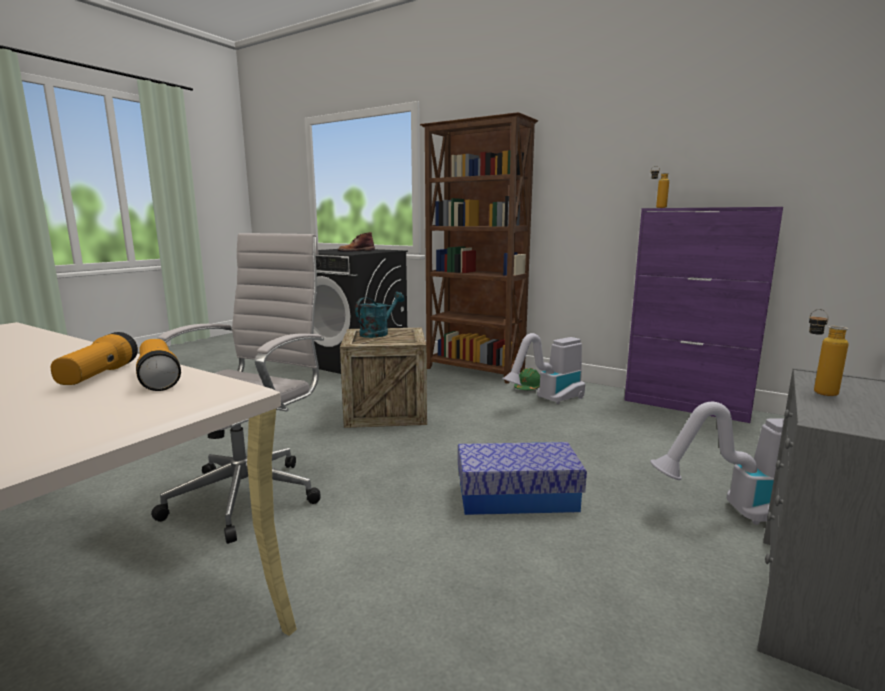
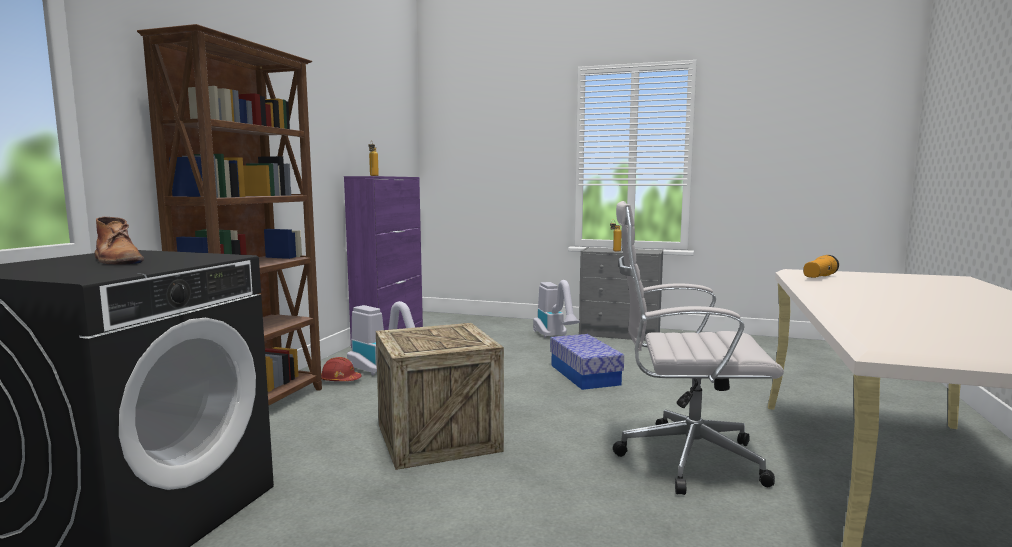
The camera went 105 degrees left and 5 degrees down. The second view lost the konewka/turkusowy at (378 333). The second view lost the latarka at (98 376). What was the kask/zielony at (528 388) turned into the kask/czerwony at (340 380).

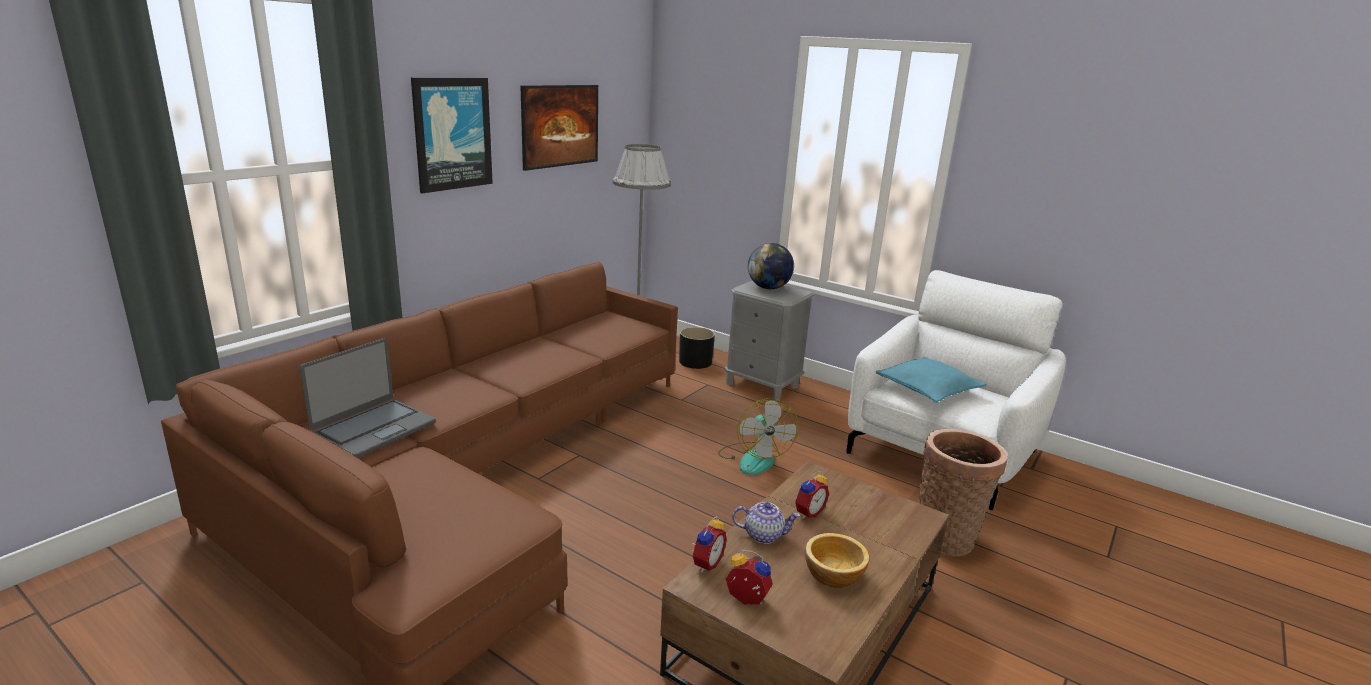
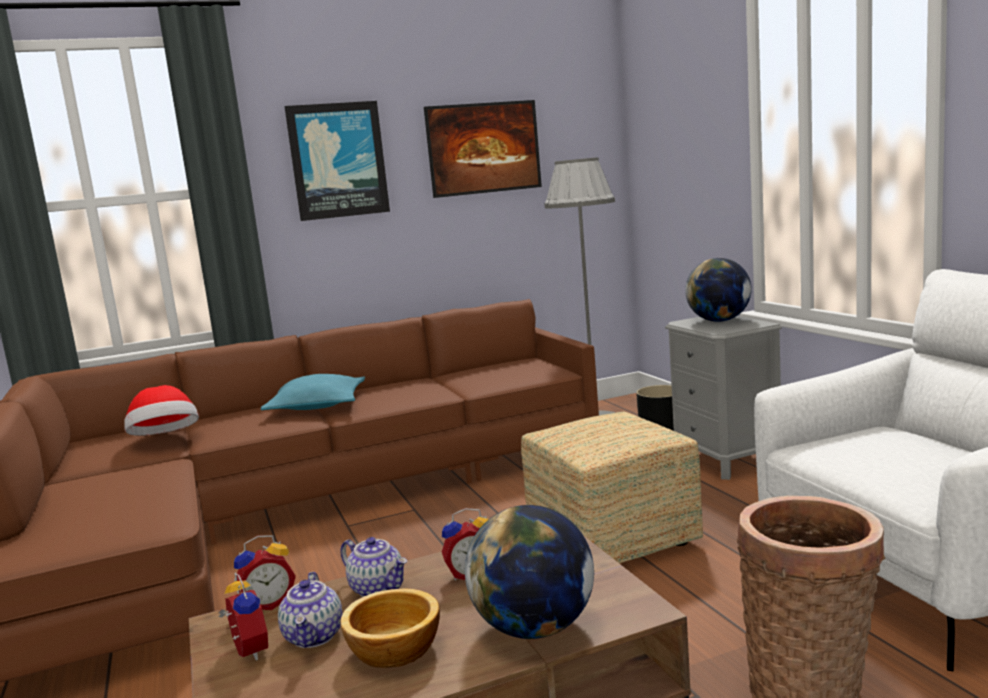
The camera went 35 degrees right and 10 degrees down. Where the laptop stood at (373 429), the kapelusz came to stand at (165 439). The poduszka/turkusowy ended up elsewhere, having gone from (928 389) to (317 406). Where the wentylator stood at (754 458), the pufa came to stand at (614 539). The second view gained the globus at (535 628). The second view gained the imbryk at (314 636).

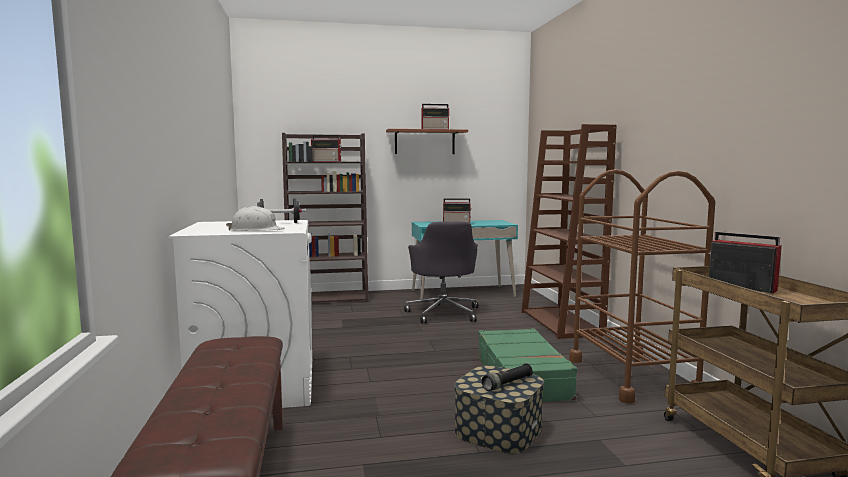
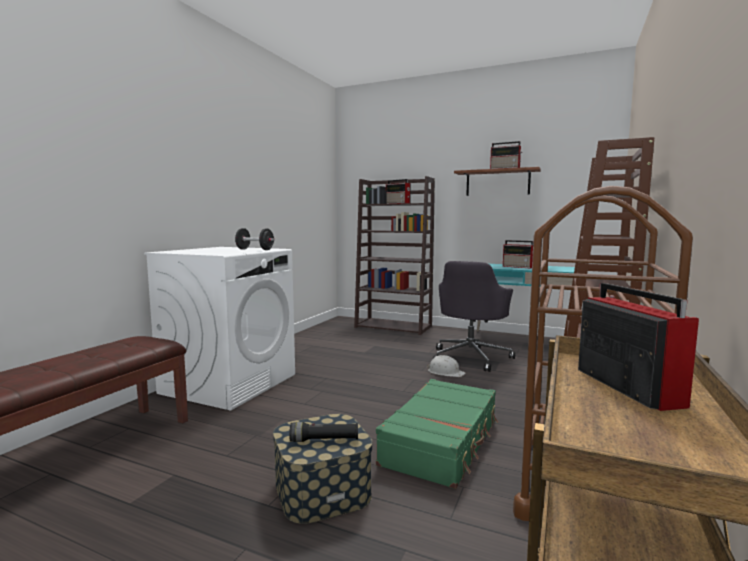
The camera went 35 degrees right and 0 degrees up. The kask/biały ended up elsewhere, having gone from (256 230) to (445 372).

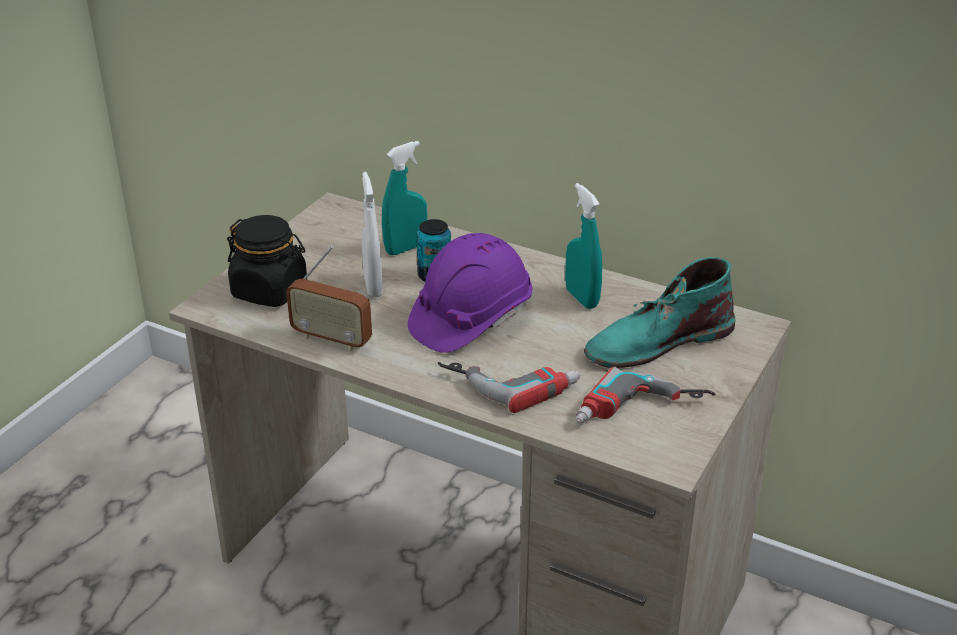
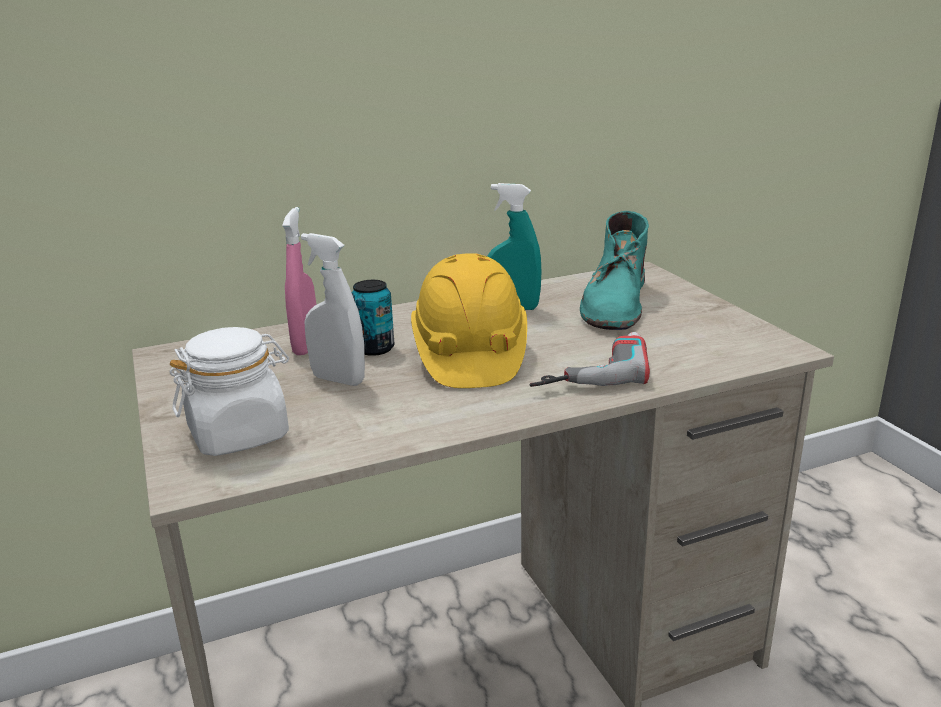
The camera went 50 degrees left and 10 degrees down. What was the spryskiwacz/turkusowy at (405 248) turned into the spryskiwacz/różowy at (306 346). What was the słoik/czarny at (270 291) turned into the słoik/biały at (239 434). What was the kask/fioletowy at (470 318) turned into the kask/żółty at (469 355). The second view lost the radio at (332 339). The second view lost the wiertarka at (642 414).

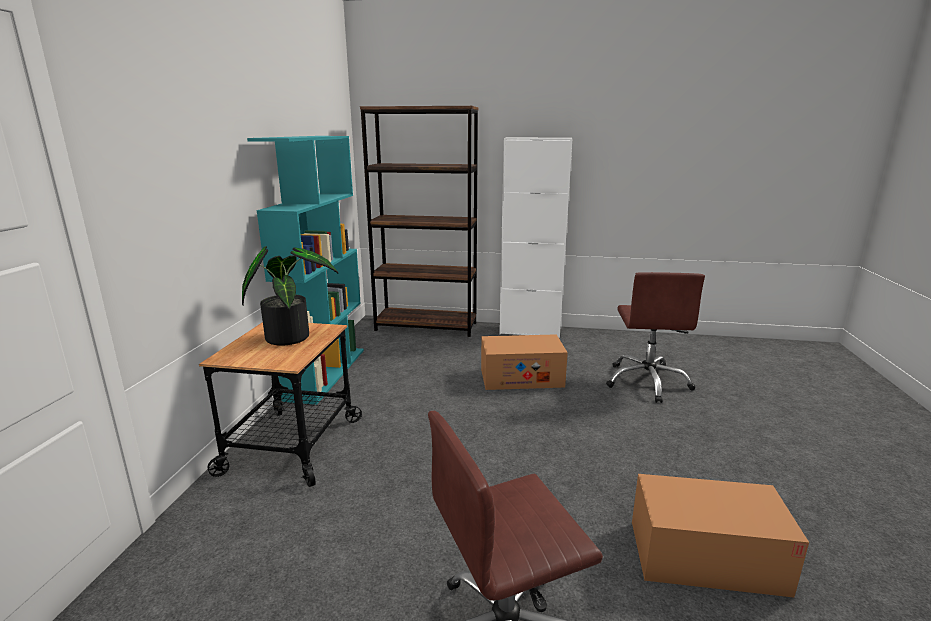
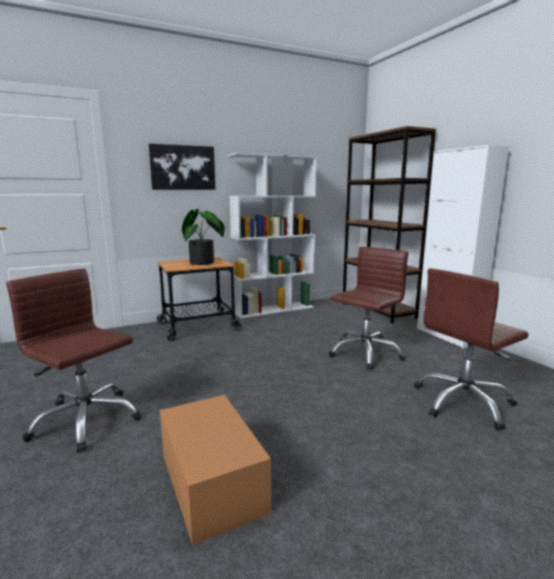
The camera went 55 degrees right and 5 degrees down. What was the regał/turkusowy at (326 373) turned into the regał/biały at (274 309). Where the karton stood at (521 377), the krzesło biurowe/brązowy came to stand at (364 353). The second view gained the obraz at (183 167).

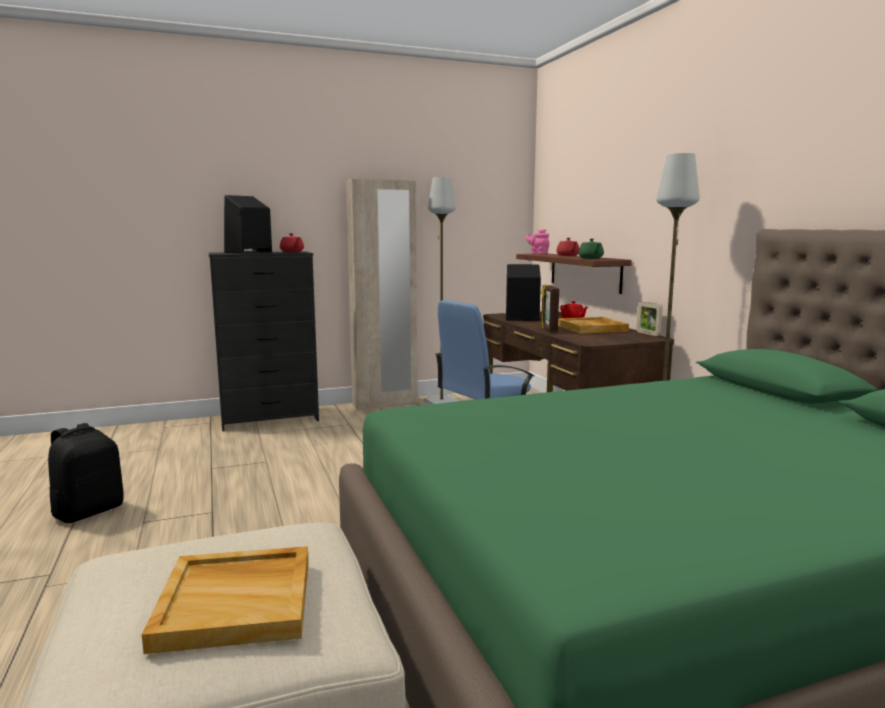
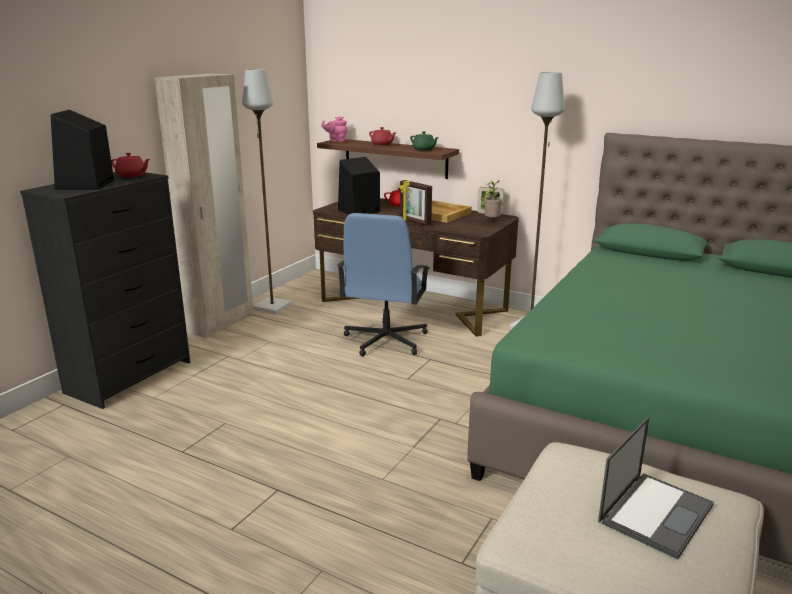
The camera went 40 degrees left and 10 degrees up. The second view lost the plecak/czarny at (89 511). Where the taca/beżowy stood at (237 601), the laptop came to stand at (656 512). The second view gained the roślina doniczkowa at (491 221).

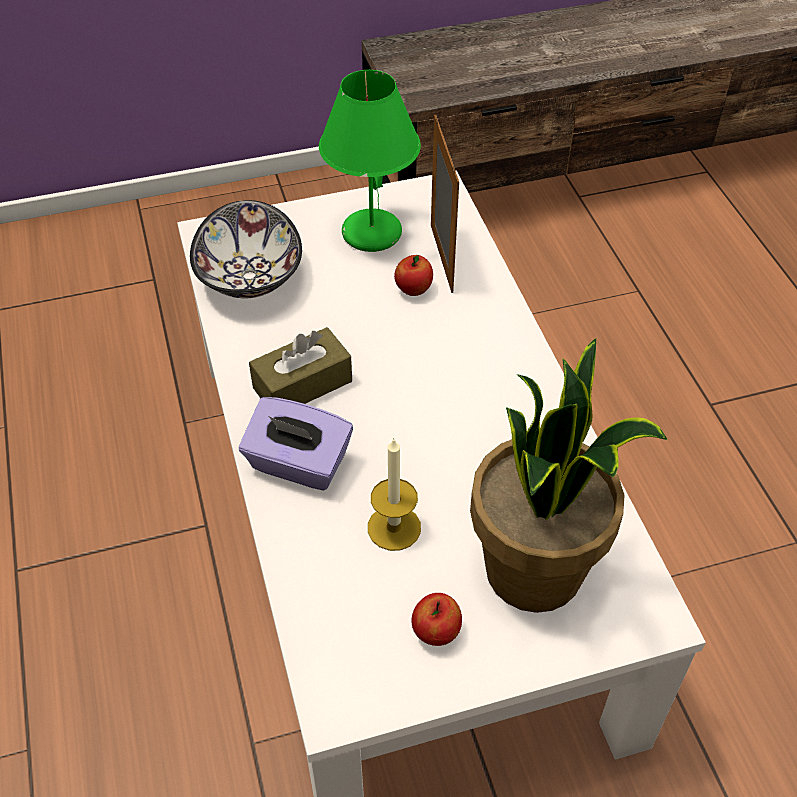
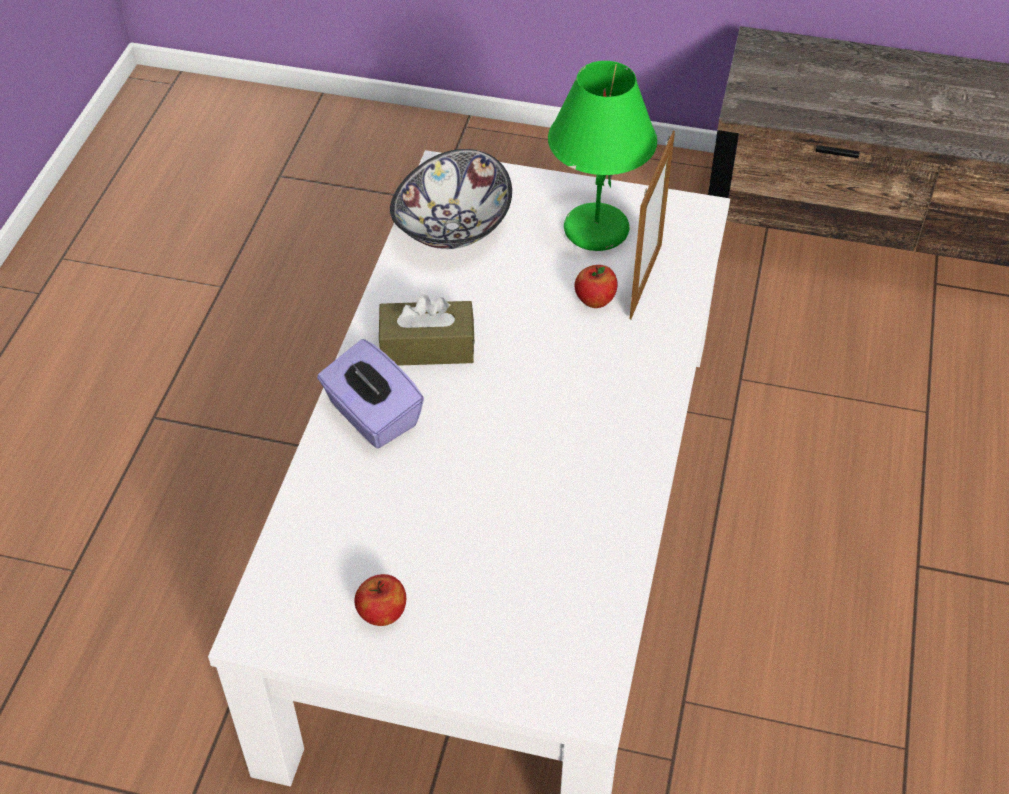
The camera went 30 degrees right and 0 degrees up. The second view lost the roślina doniczkowa at (536 571). The second view lost the świeca at (394 527).

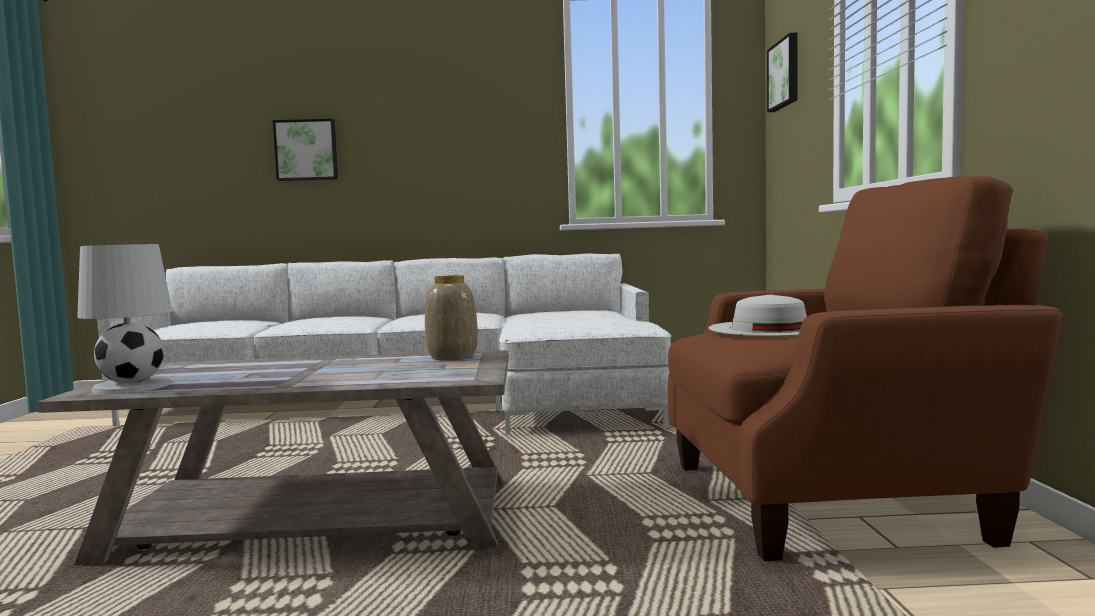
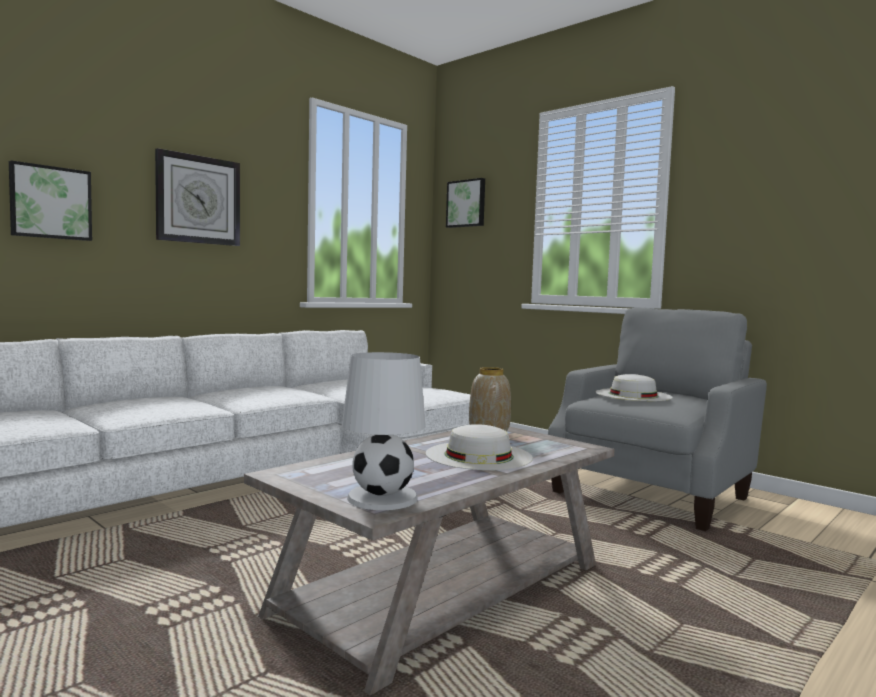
The camera went 45 degrees left and 0 degrees up. What was the fotel/brązowy at (830 501) turned into the fotel/szary at (653 494). The second view gained the zegar ścienny at (198 200). The second view gained the kapelusz/biały at (478 455).

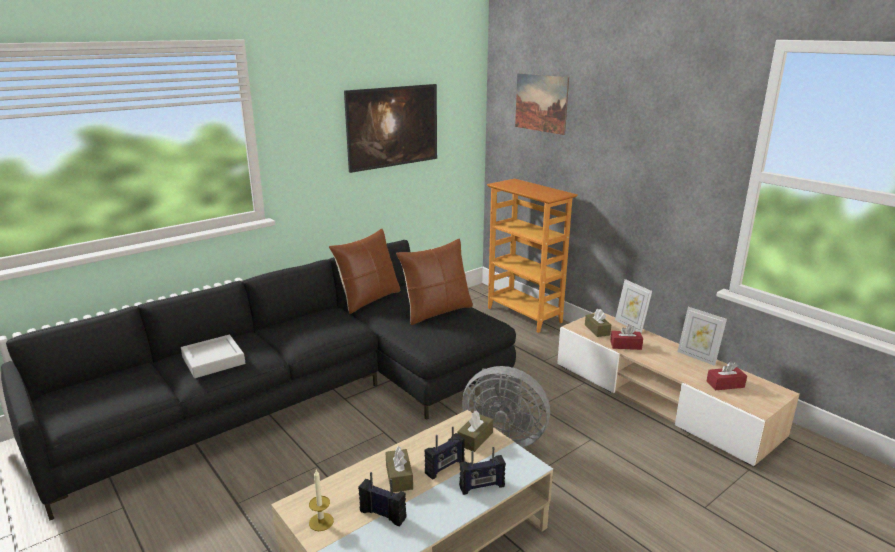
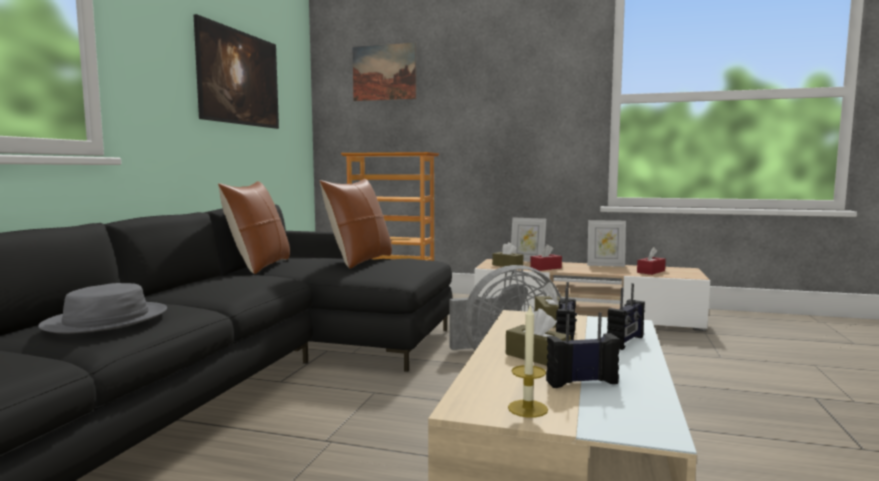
The camera went 35 degrees left and 15 degrees down. Where the taca/szary stood at (213 360), the kapelusz/szary came to stand at (107 320).

